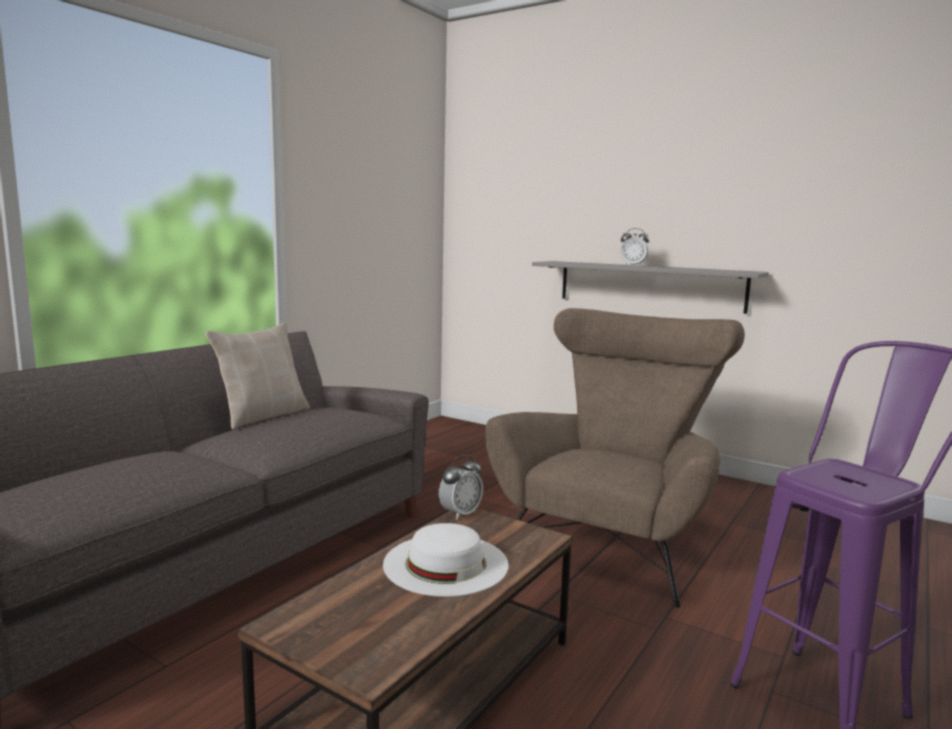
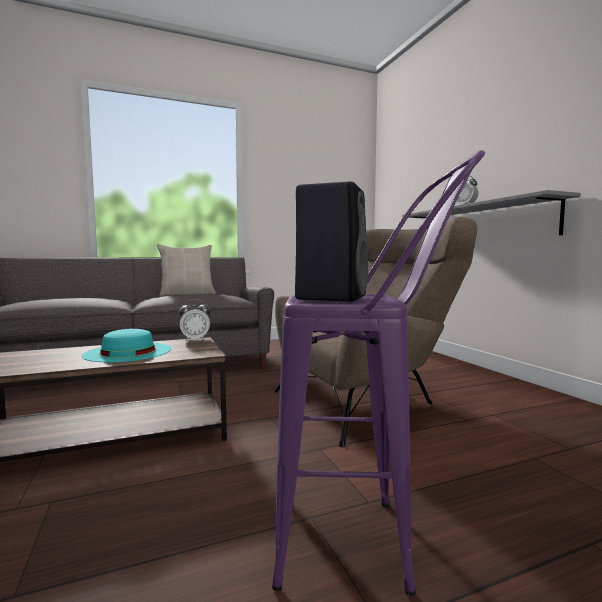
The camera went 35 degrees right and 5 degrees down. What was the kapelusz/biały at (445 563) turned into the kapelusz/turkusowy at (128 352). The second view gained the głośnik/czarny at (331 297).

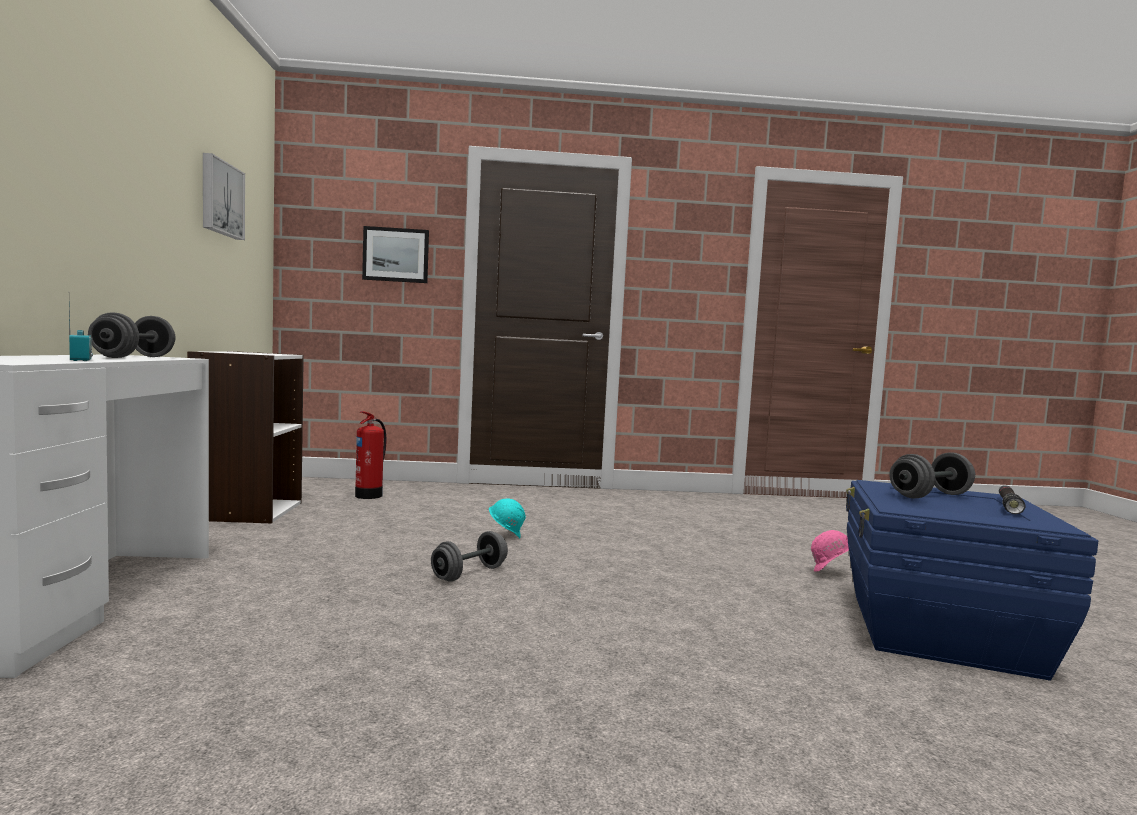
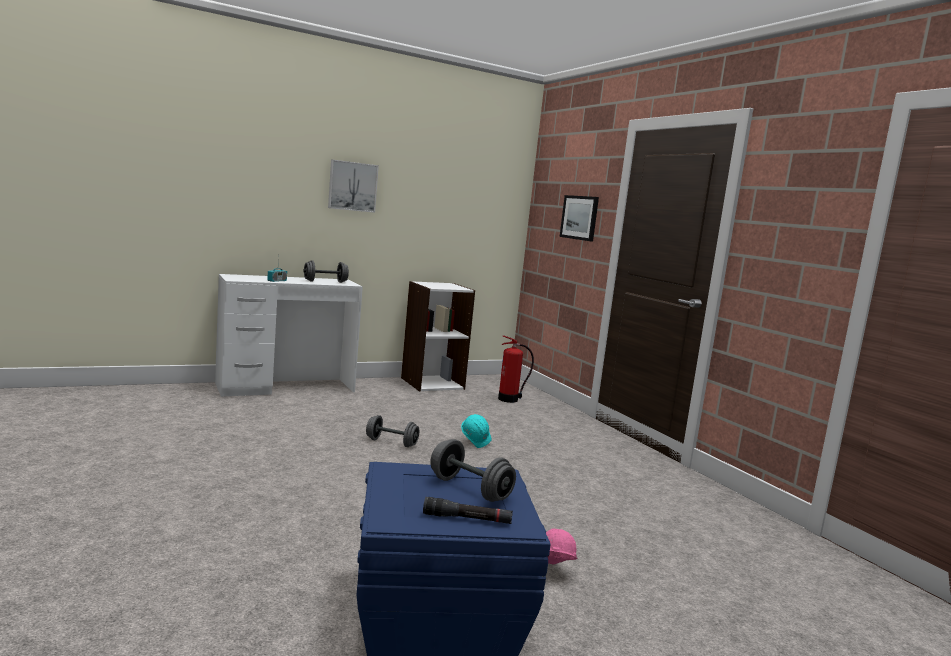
The camera went 65 degrees right and 5 degrees up. The obraz ended up elsewhere, having gone from (220 198) to (352 186).

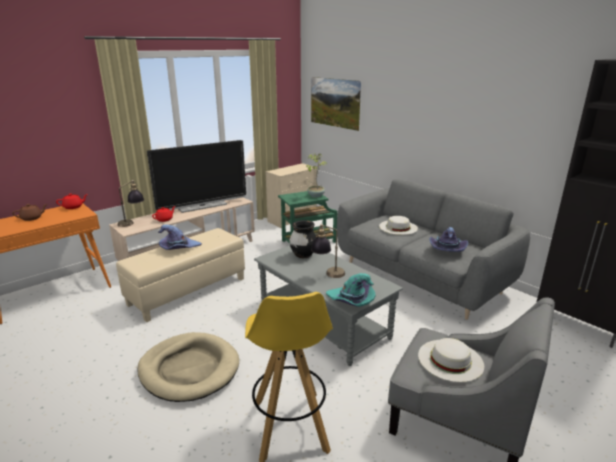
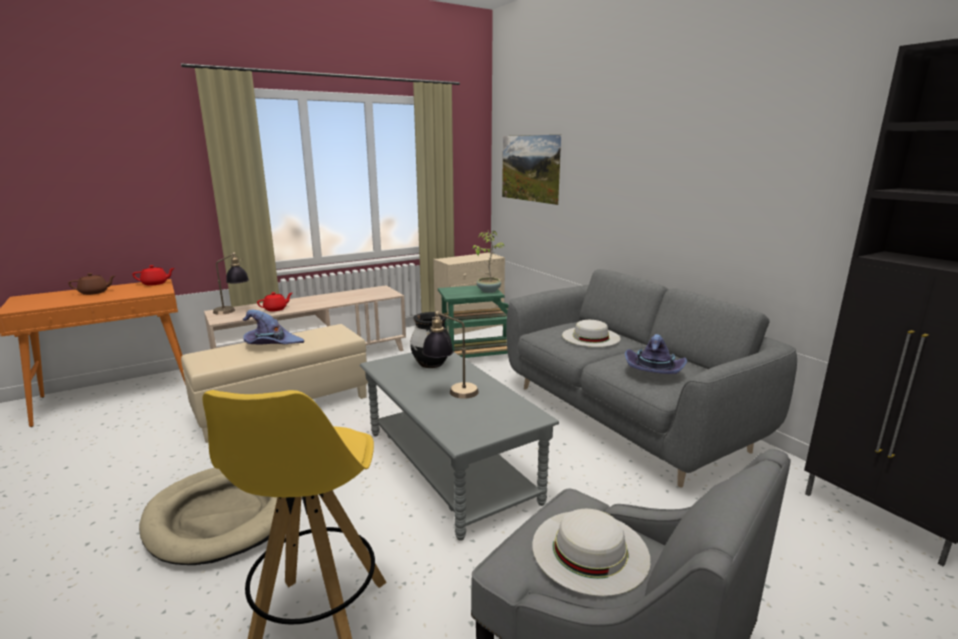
The camera went 10 degrees right and 5 degrees down. The second view lost the telewizor at (202 206). The second view lost the kapelusz/turkusowy at (351 301).

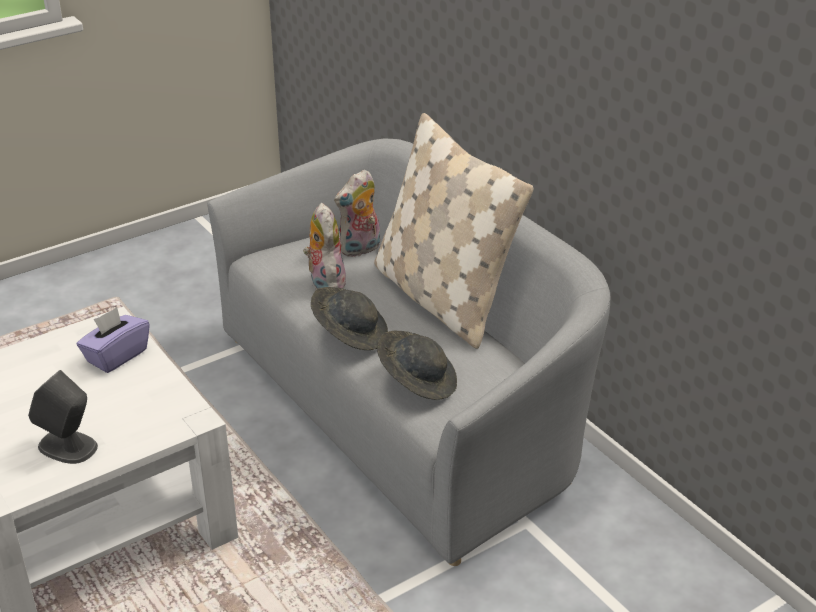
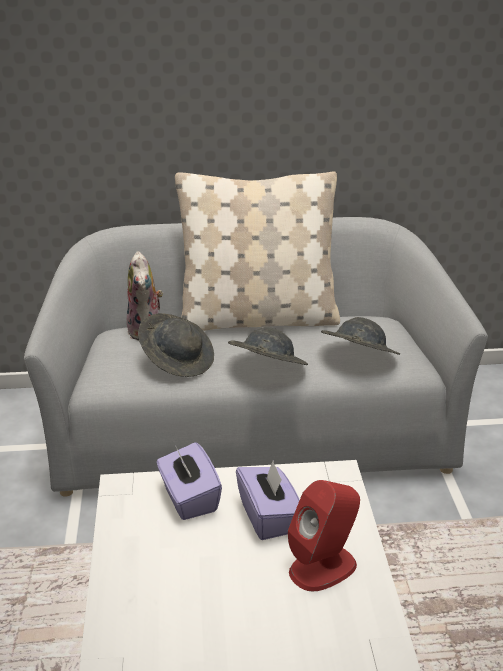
The camera went 60 degrees left and 5 degrees down. Where the pluszak stood at (324 283), the kapelusz/szary came to stand at (178 361). What was the głośnik/szary at (68 447) turned into the głośnik/czerwony at (323 567). The second view gained the pudełko chusteczek/fioletowy at (269 517).

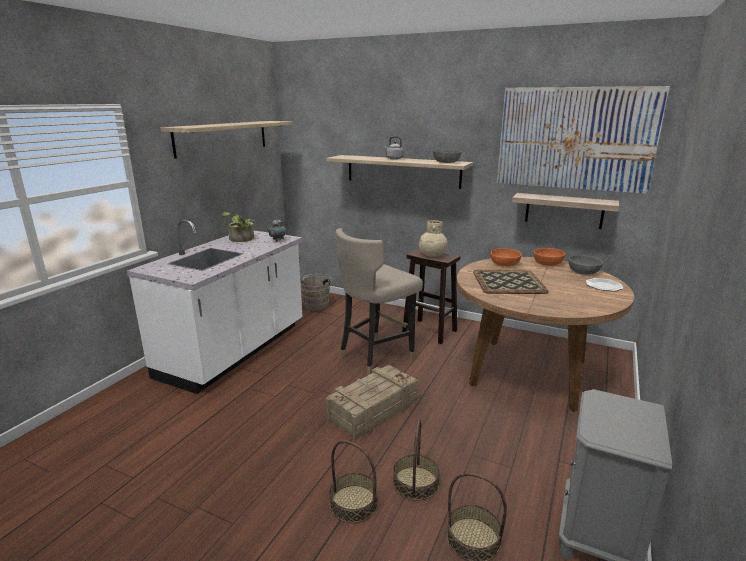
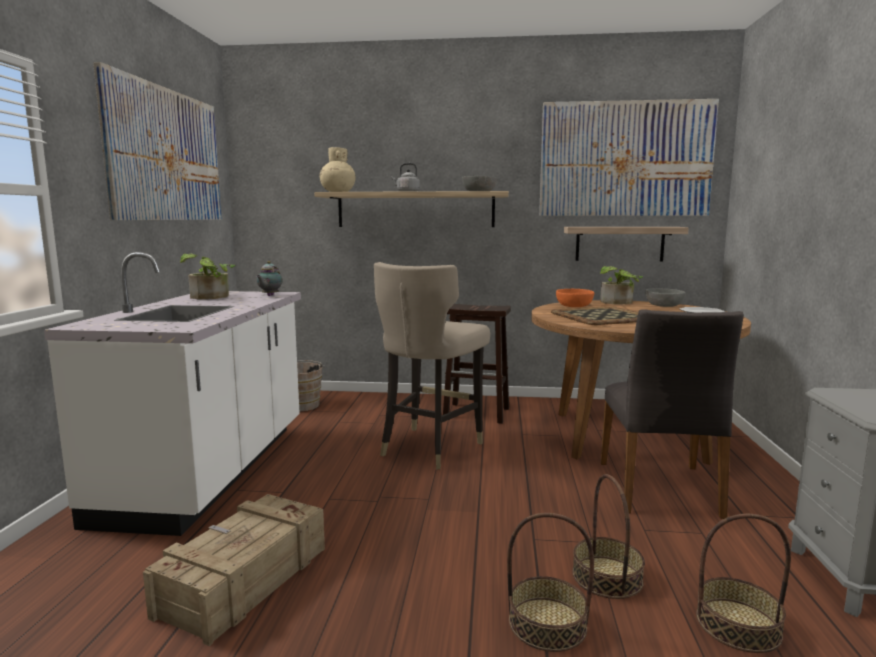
The camera went 20 degrees left and 10 degrees down. Where the półka hung at (222 137), the obraz came to hang at (166 155). The wazon/beżowy ended up elsewhere, having gone from (432 255) to (337 192). Where the miska/pomarańczowy stood at (547 263), the roślina doniczkowa came to stand at (618 303). The skrzynka ended up elsewhere, having gone from (372 410) to (243 581). The second view gained the krzesło/szary at (660 489).

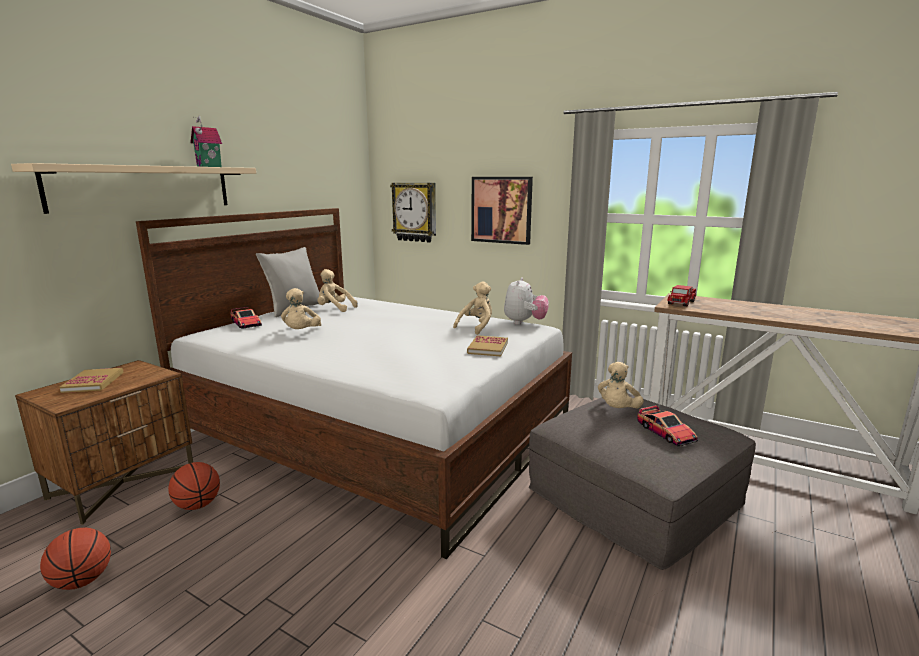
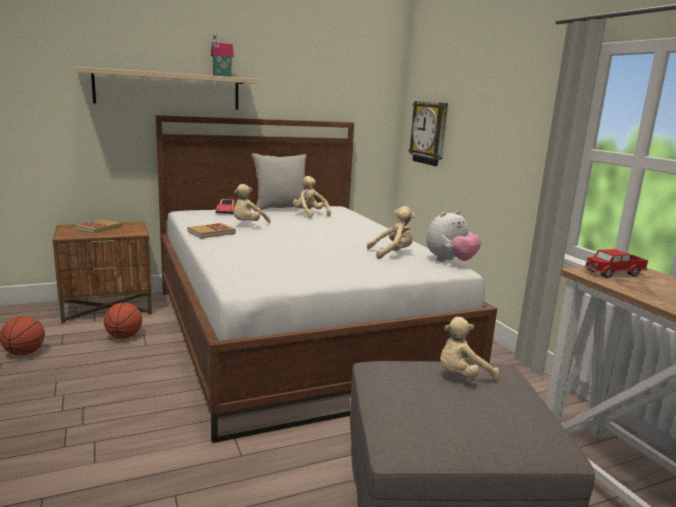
The camera went 35 degrees right and 0 degrees up. The second view lost the obraz at (501 210). The książka ended up elsewhere, having gone from (488 348) to (211 232). The second view lost the samochodzik at (666 433).

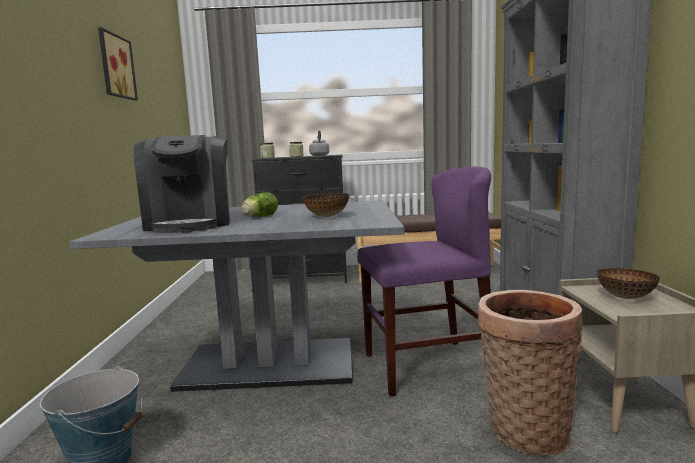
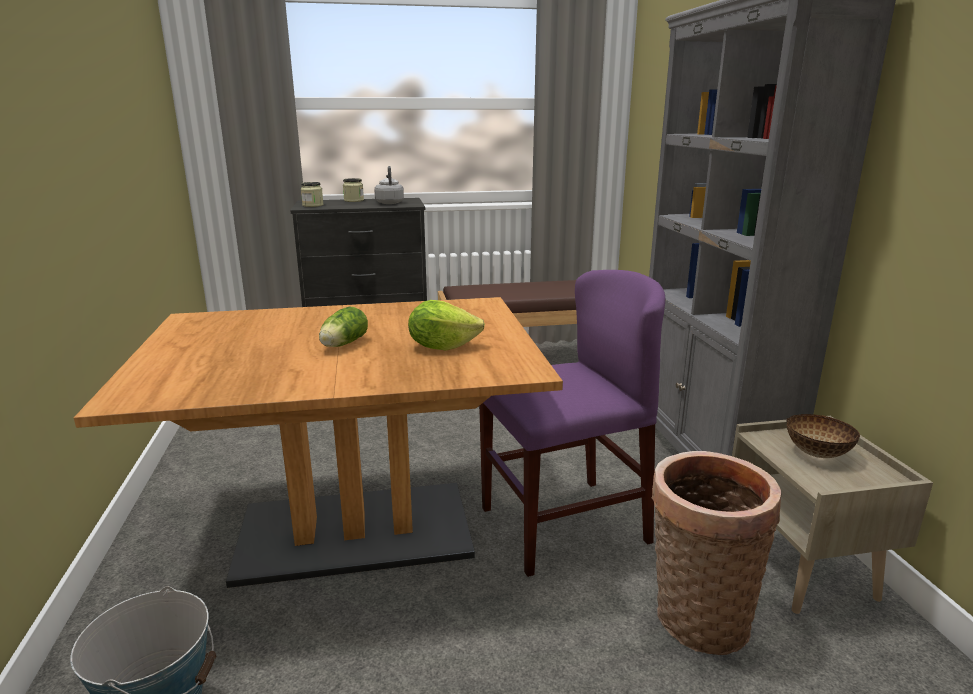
The camera went 10 degrees left and 10 degrees up. The second view lost the obraz at (114 66). The second view lost the ekspres do kawy at (190 224). Where the miska stood at (326 216), the sałata came to stand at (442 346). What was the stół jadalny/szary at (269 365) turned into the stół jadalny/brązowy at (355 532).

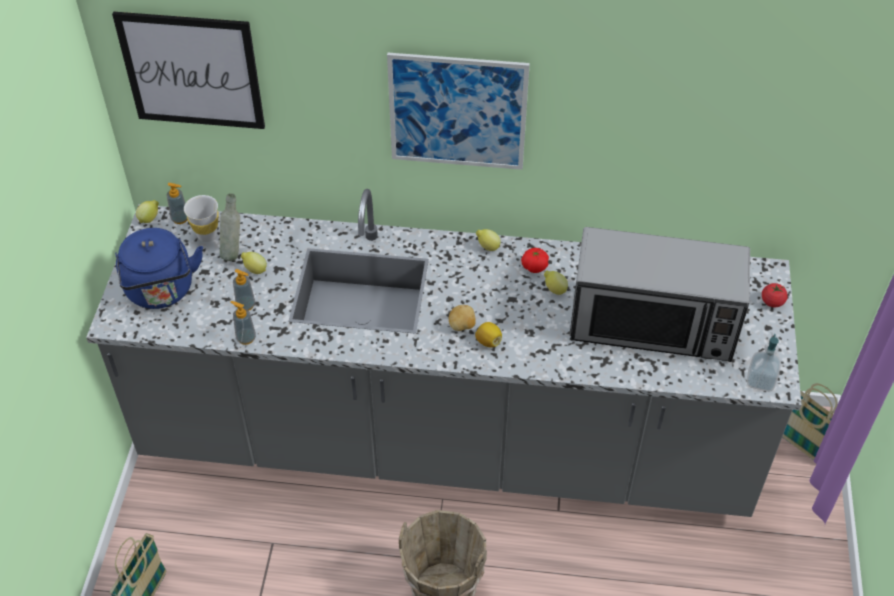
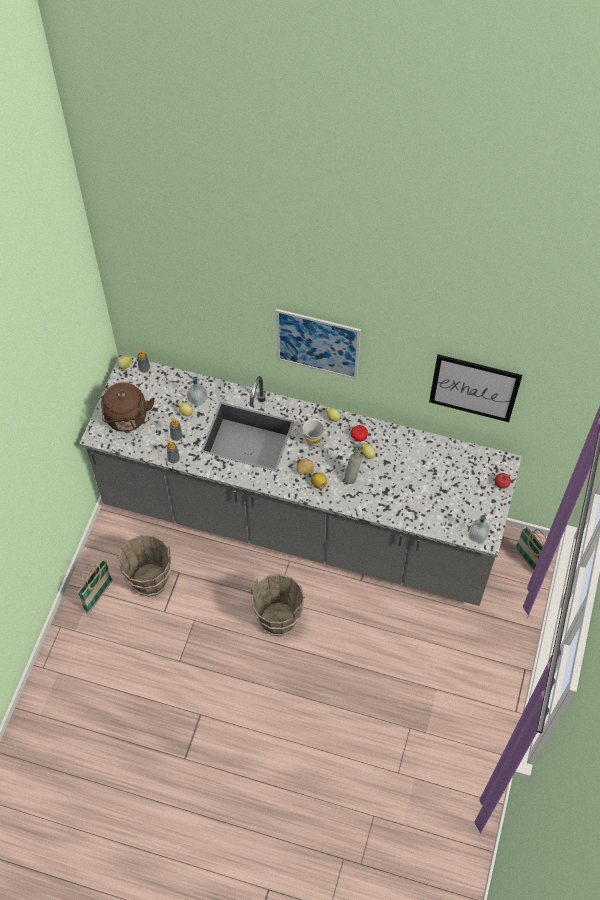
The camera went 10 degrees right and 10 degrees up. The obraz ended up elsewhere, having gone from (192 71) to (474 388). The butelka/szary ended up elsewhere, having gone from (233 252) to (352 476). The filiżanka/biały ended up elsewhere, having gone from (207 235) to (313 441). The second view lost the mikrofalówka at (653 323). What was the czajnik/niebieski at (161 292) turned into the czajnik/brązowy at (127 419). The second view gained the dozownik mydła at (197 399). The second view gained the wiadro/brązowy at (150 580).

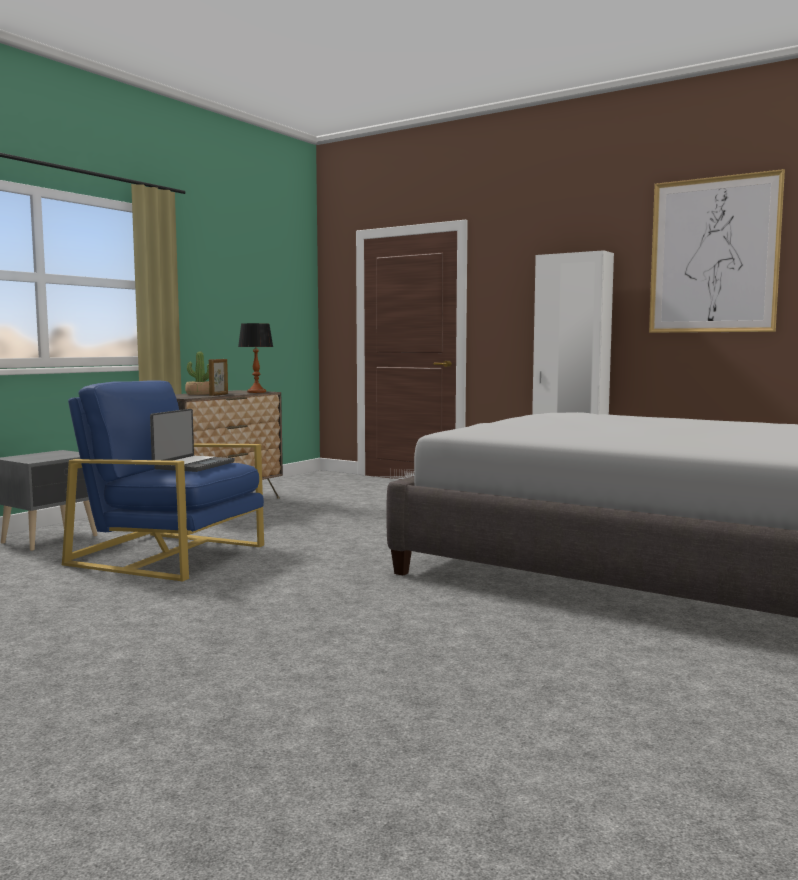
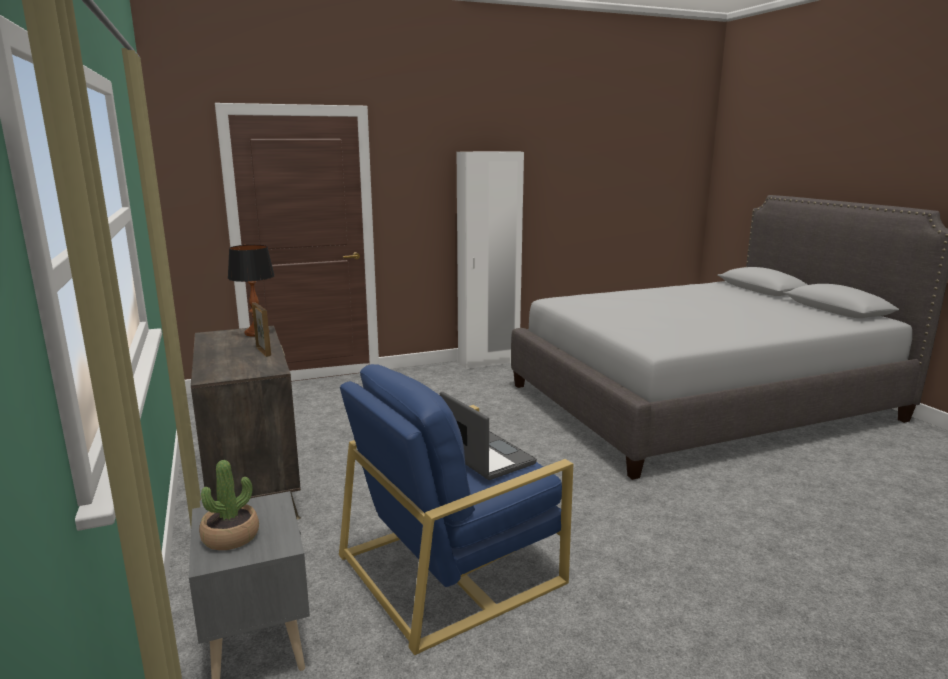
The camera went 55 degrees left and 10 degrees up. The second view lost the obraz at (713 255). The roślina doniczkowa ended up elsewhere, having gone from (199 394) to (230 537).

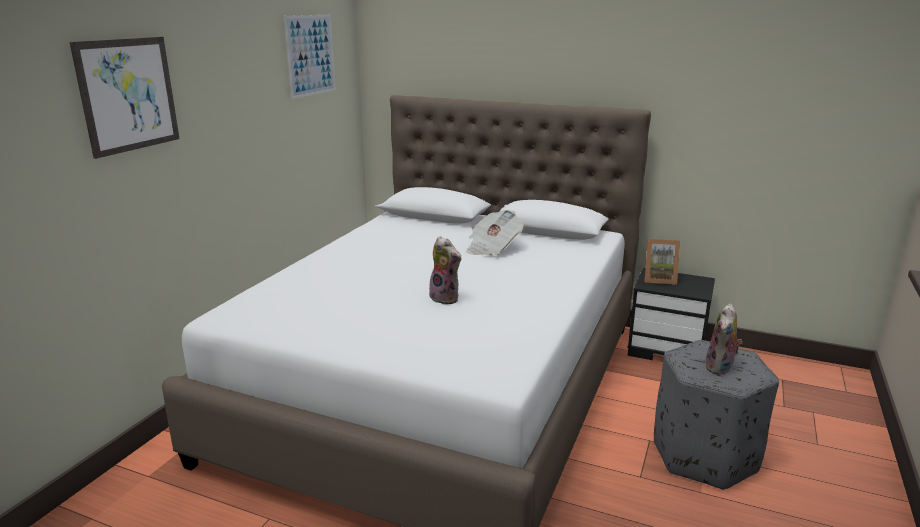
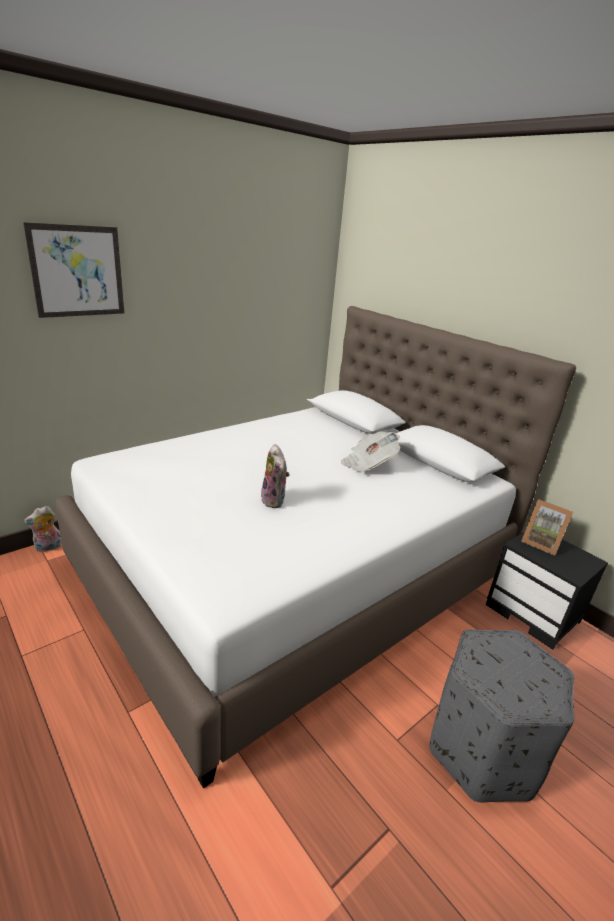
The camera went 25 degrees right and 5 degrees up. The second view lost the obraz at (311 55). The pluszak ended up elsewhere, having gone from (720 368) to (48 547).

